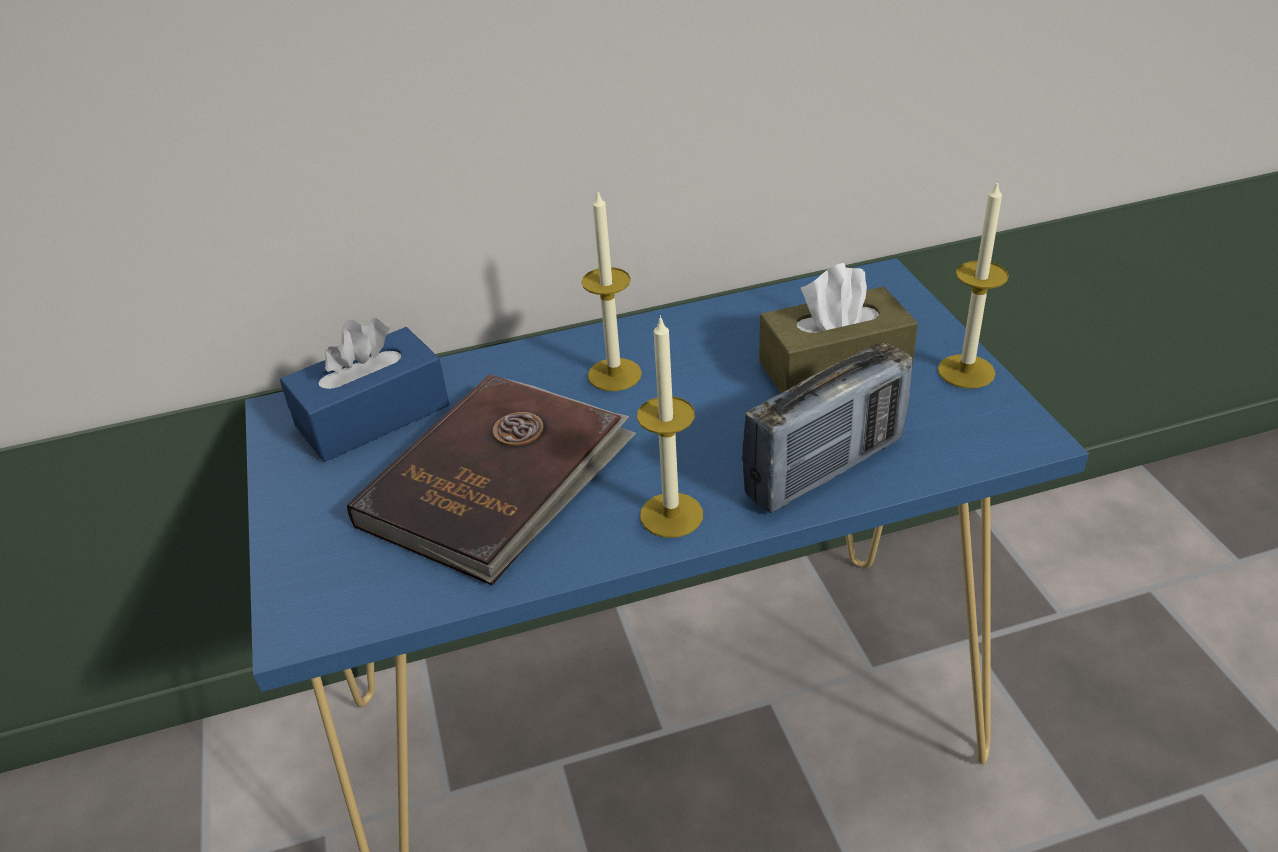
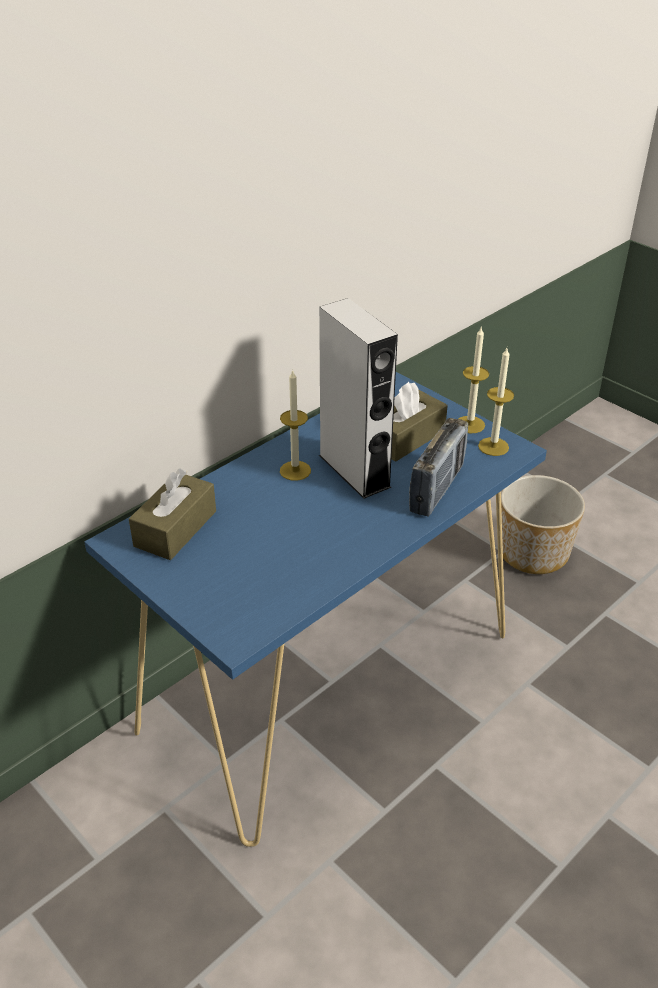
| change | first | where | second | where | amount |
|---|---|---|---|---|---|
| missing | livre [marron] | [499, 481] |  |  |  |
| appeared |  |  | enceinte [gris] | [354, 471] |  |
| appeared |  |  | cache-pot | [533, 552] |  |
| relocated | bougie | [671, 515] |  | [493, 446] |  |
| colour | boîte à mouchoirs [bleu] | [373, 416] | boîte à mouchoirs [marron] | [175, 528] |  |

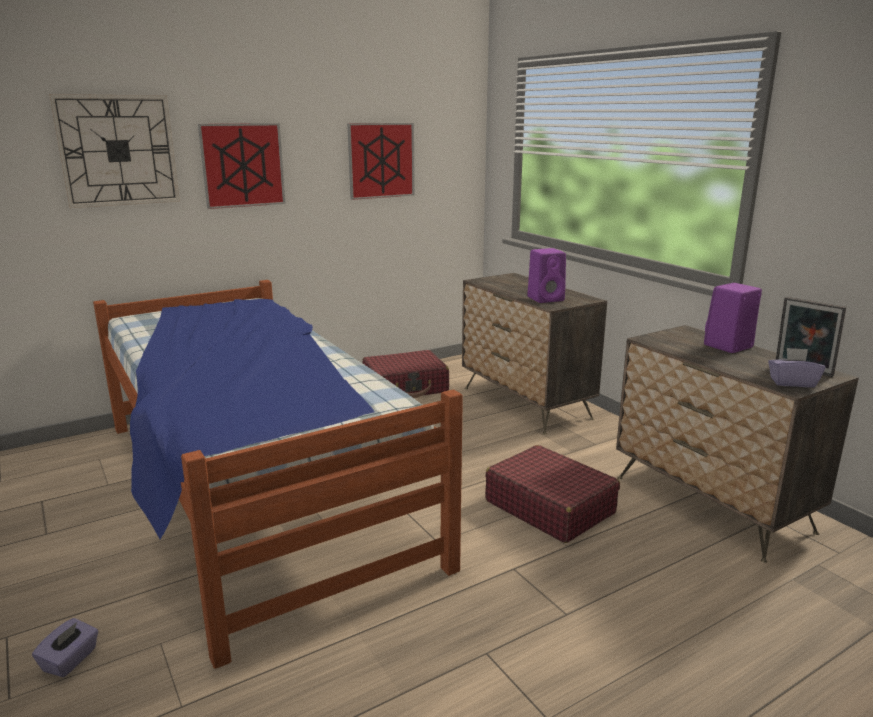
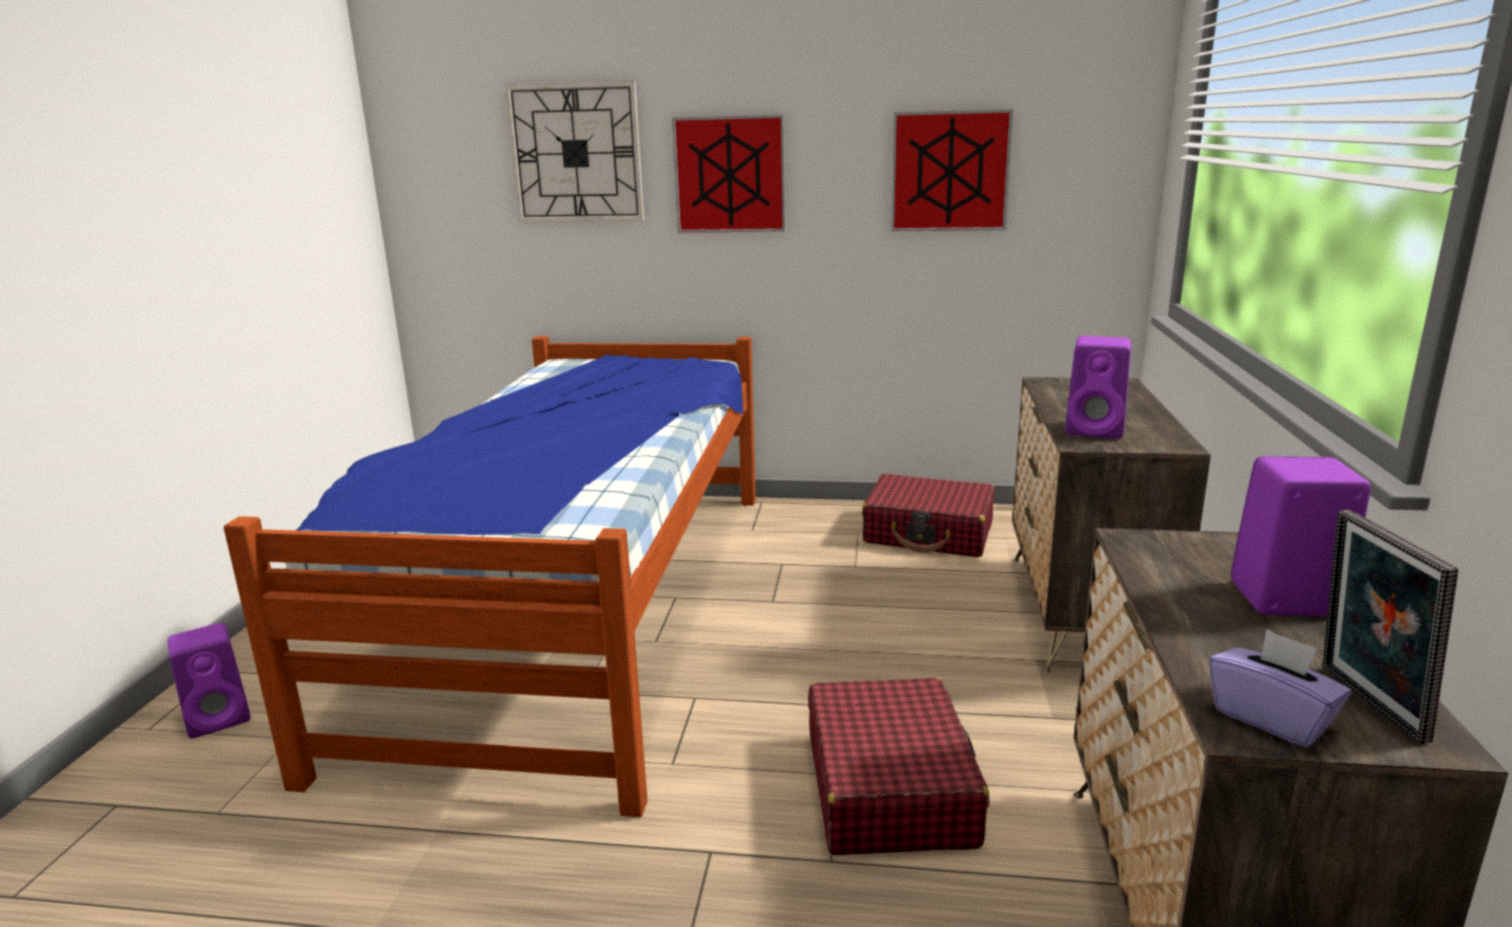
| change | first | where | second | where | amount |
|---|---|---|---|---|---|
| exchanged | boîte à mouchoirs [violet] | [70, 660] | enceinte [violet] | [221, 717] |  |

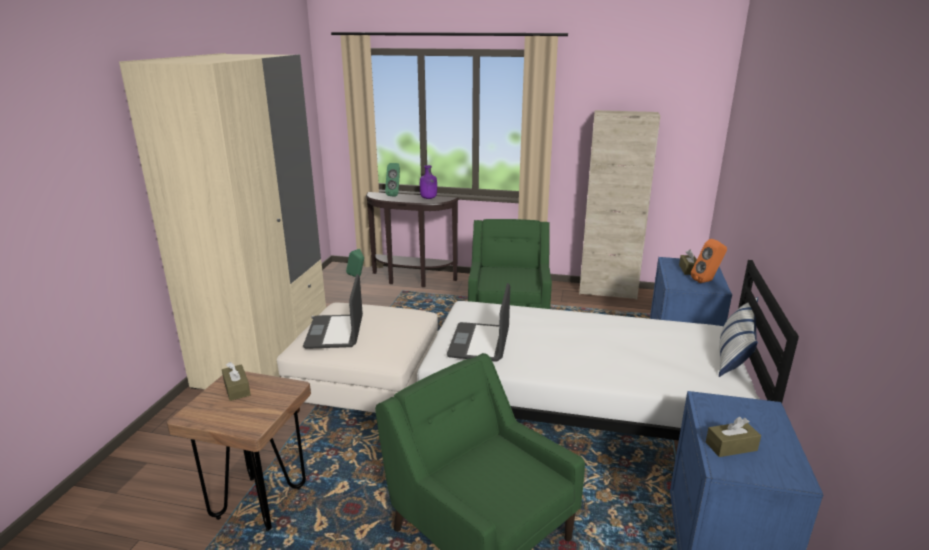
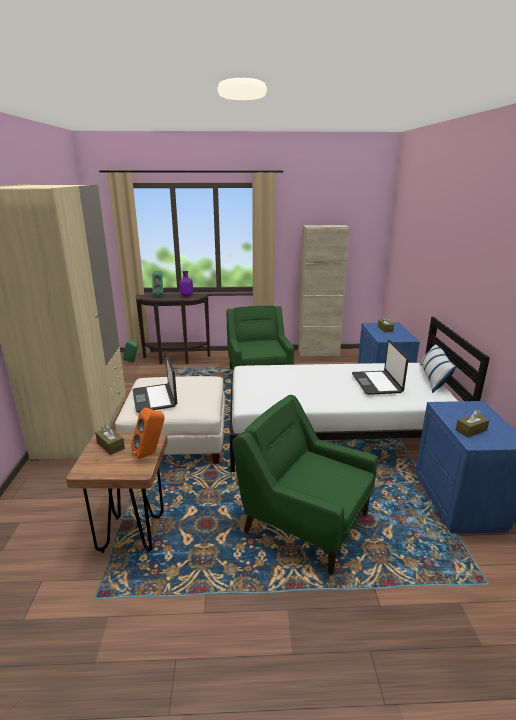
| change | first | where | second | where | amount |
|---|---|---|---|---|---|
| relocated | ordinateur portable | [480, 343] |  | [377, 383] |  |
| relocated | enceinte [orange] | [706, 281] |  | [150, 453] |  |

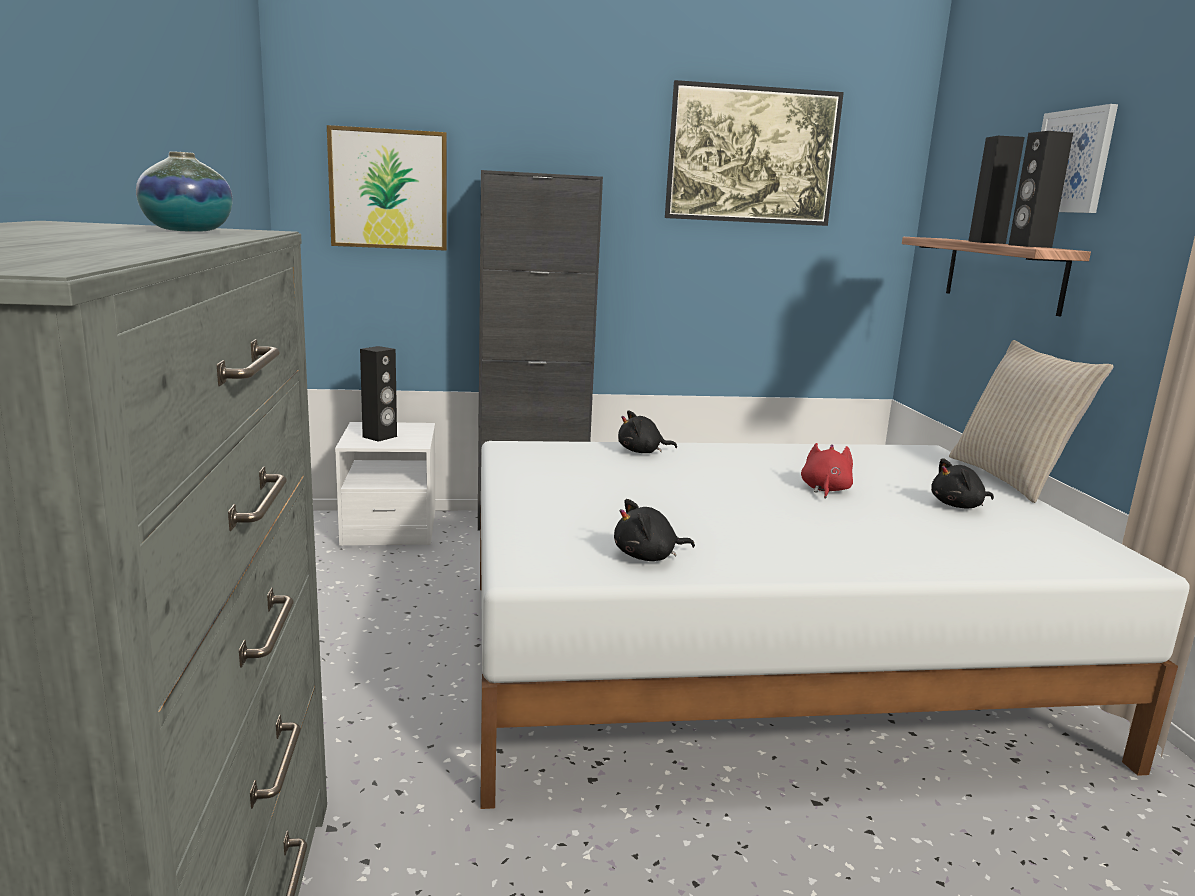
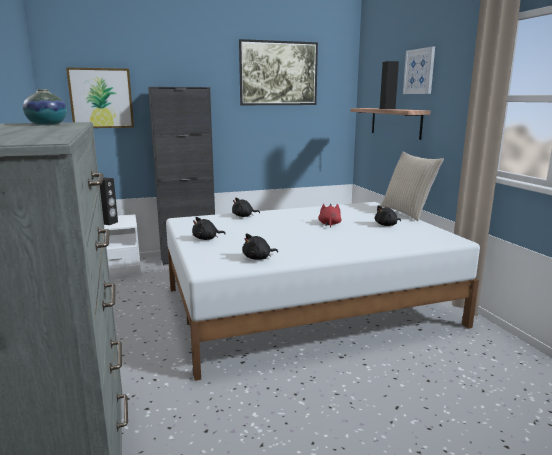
| change | first | where | second | where | amount |
|---|---|---|---|---|---|
| missing | enceinte [noir] | [1029, 246] |  |  |  |
| appeared |  |  | peluche [noir] | [206, 239] |  |

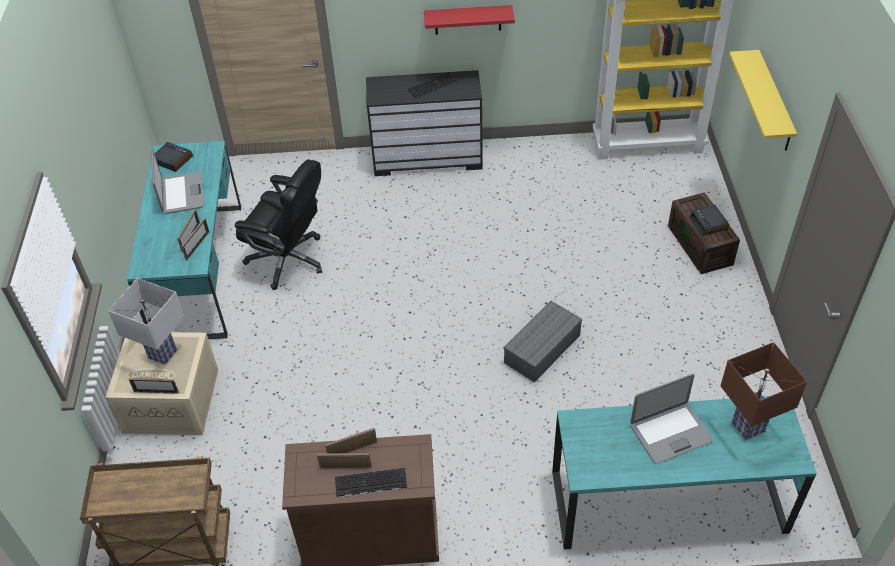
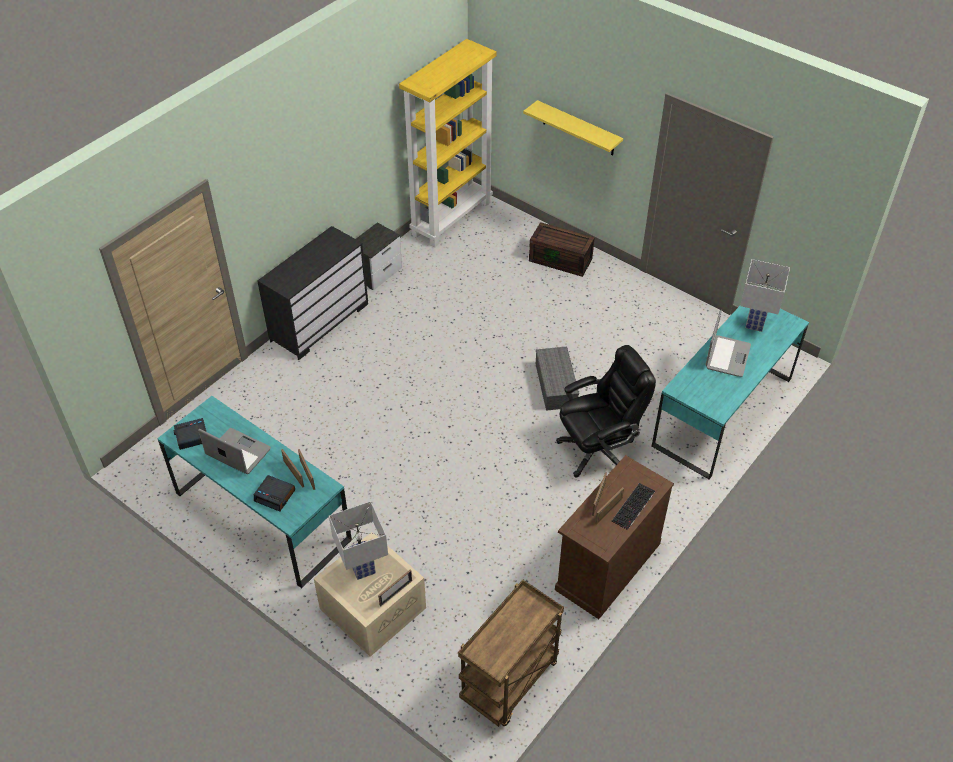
| change | first | where | second | where | amount |
|---|---|---|---|---|---|
| missing | clavier | [432, 85] |  |  |  |
| missing | étagère [rouge] | [468, 19] |  |  |  |
| appeared |  |  | table de chevet | [377, 273] |  |
| relocated | chaise de bureau [noir] | [288, 259] |  | [598, 450] |  |
| relocated | réveil | [709, 224] |  | [275, 495] |  |
| colour | lampe de table [marron] | [747, 426] | lampe de table [blanc] | [754, 324] |  |

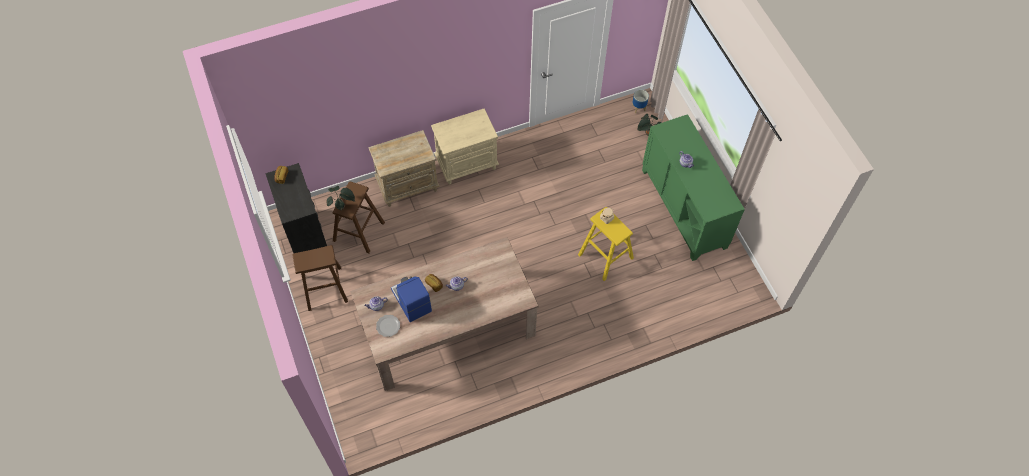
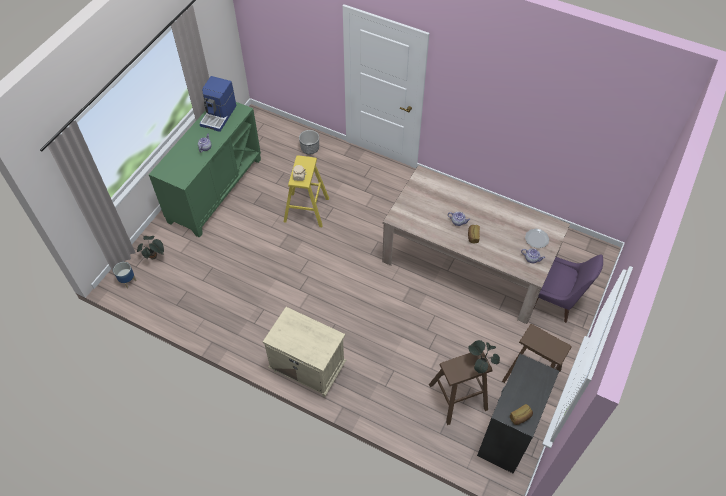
| change | first | where | second | where | amount |
|---|---|---|---|---|---|
| missing | table de chevet [beige] | [408, 185] |  |  |  |
| appeared |  |  | cache-pot | [310, 148] |  |
| appeared |  |  | chaise [violet] | [557, 301] |  |
| relocated | machine à café | [411, 301] |  | [219, 115] |  |

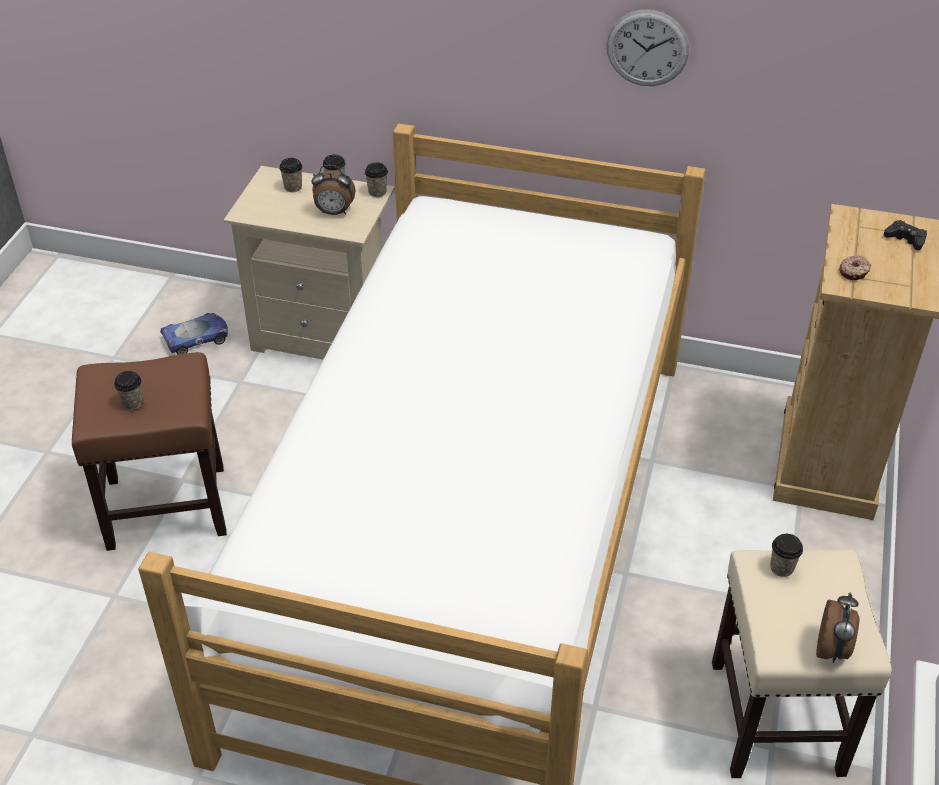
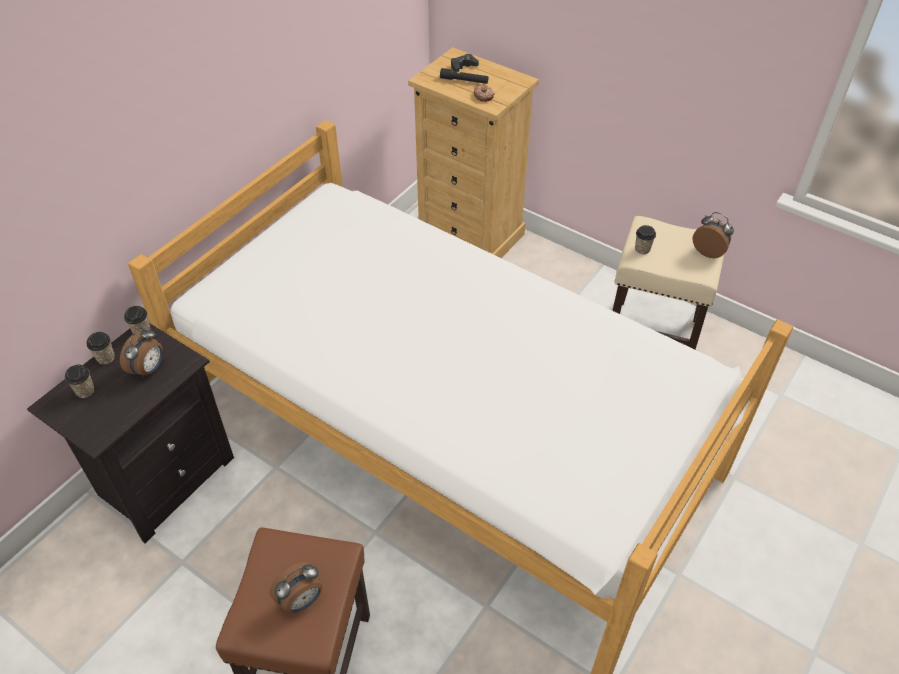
| change | first | where | second | where | amount |
|---|---|---|---|---|---|
| missing | petite voiture | [197, 338] |  |  |  |
| missing | horloge murale | [647, 48] |  |  |  |
| appeared |  |  | lampe de poche [noir] | [464, 80] |  |
| exchanged | tasse | [133, 403] | réveil | [301, 600] |  |
| colour | table de chevet [beige] | [325, 334] | table de chevet [noir] | [163, 478] |  |

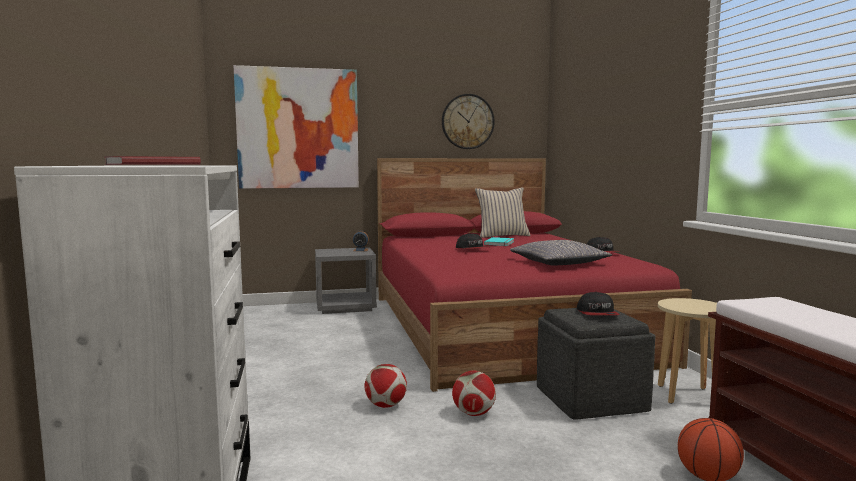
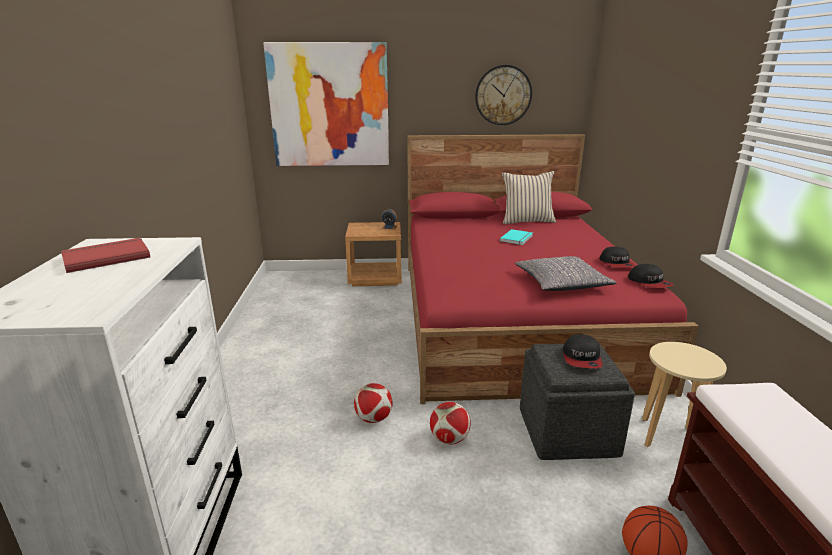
| change | first | where | second | where | amount |
|---|---|---|---|---|---|
| relocated | casquette | [472, 249] |  | [649, 282] |  |
| colour | table de chevet [gris] | [346, 307] | table de chevet [marron] | [375, 278] |  |

